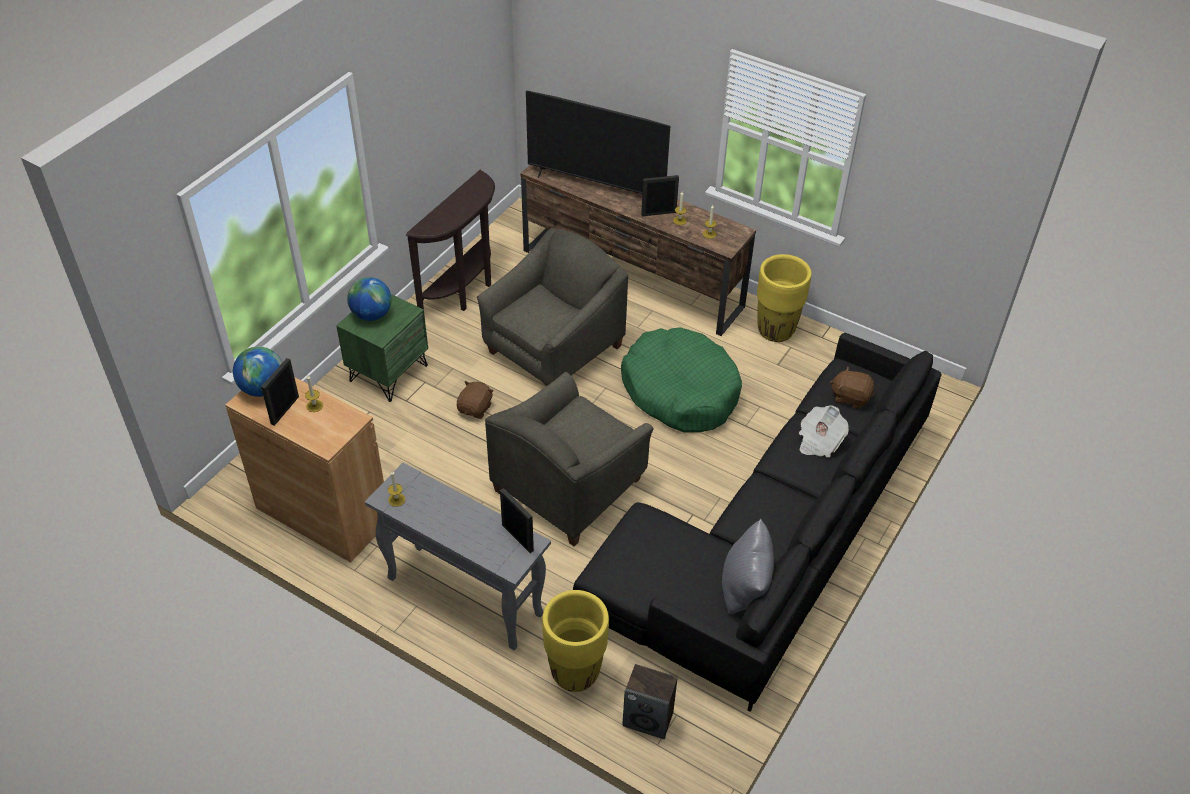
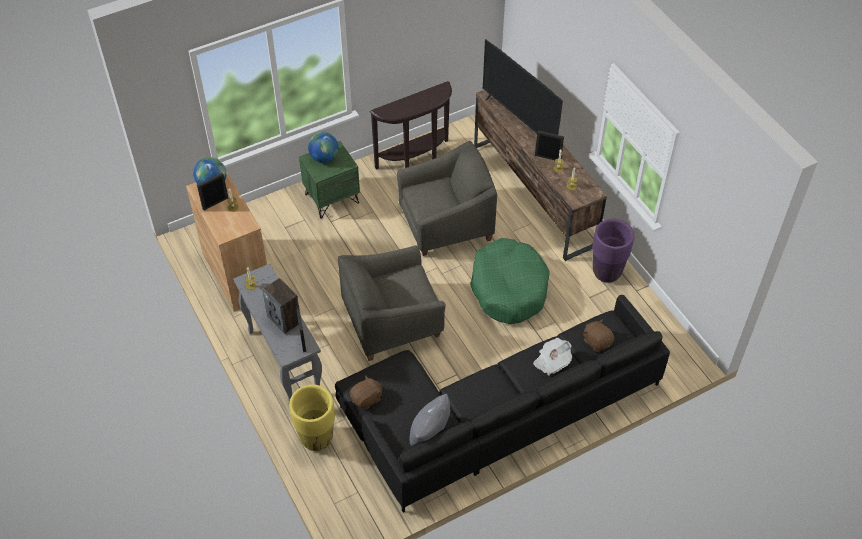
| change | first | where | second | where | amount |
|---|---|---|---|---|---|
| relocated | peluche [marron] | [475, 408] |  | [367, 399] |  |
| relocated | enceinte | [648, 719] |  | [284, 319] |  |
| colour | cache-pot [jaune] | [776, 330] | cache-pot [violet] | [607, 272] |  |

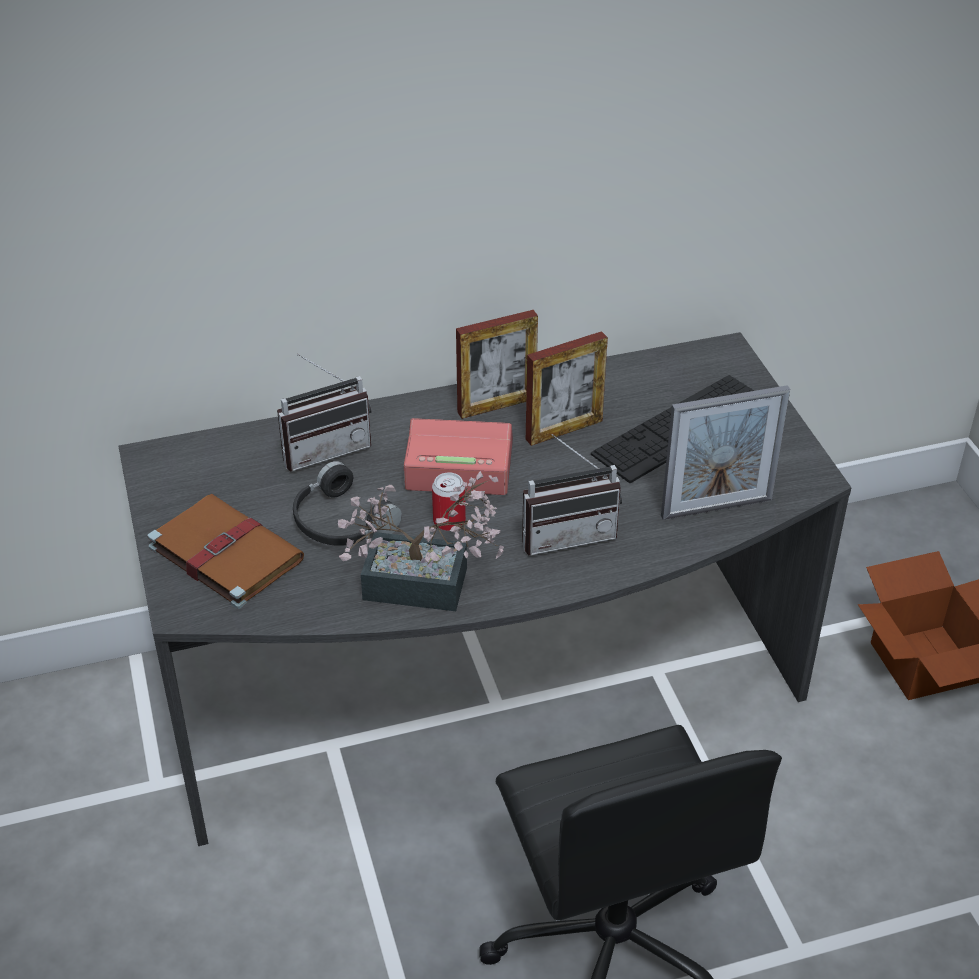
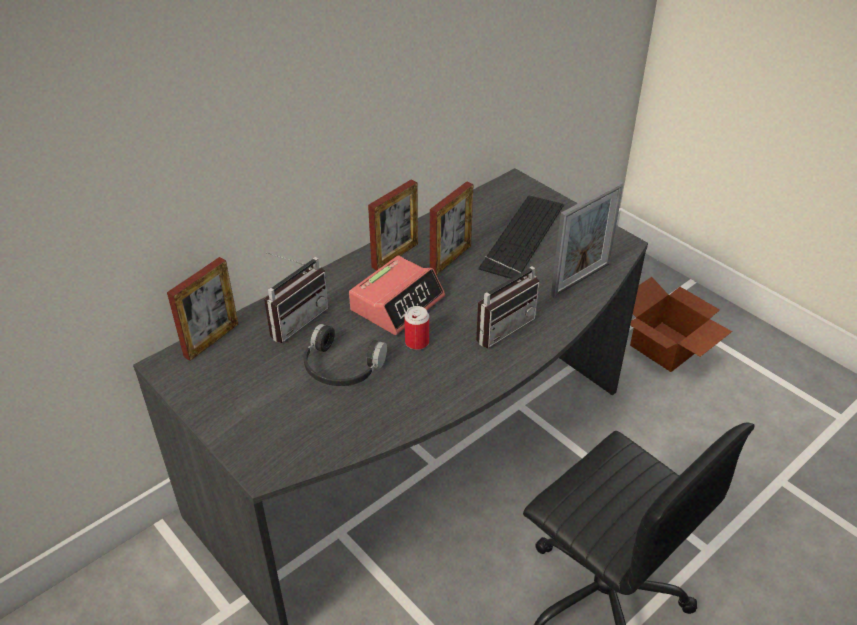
| change | first | where | second | where | amount |
|---|---|---|---|---|---|
| missing | livre [marron] | [223, 552] |  |  |  |
| missing | plante en pot | [428, 586] |  |  |  |
| appeared |  |  | cadre photo | [211, 340] |  |
| spun | réveil | [458, 466] |  | [397, 303] | 150 degrees clockwise |

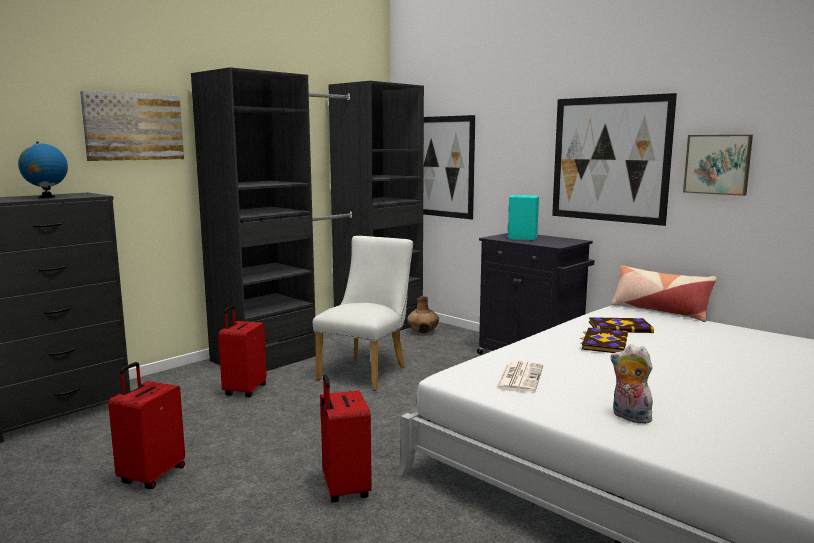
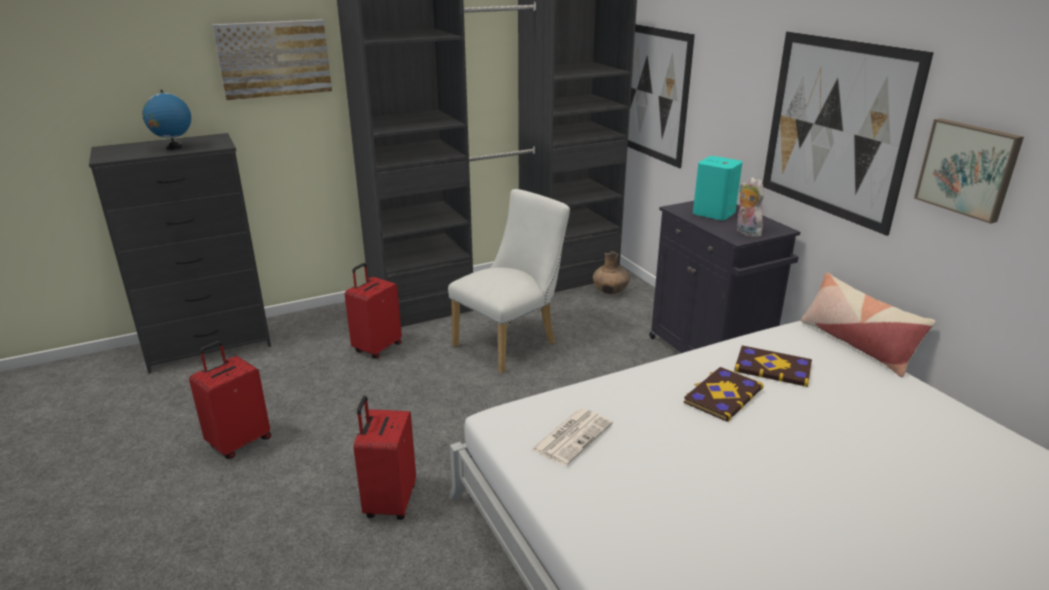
| change | first | where | second | where | amount |
|---|---|---|---|---|---|
| relocated | peluche | [629, 417] |  | [745, 232] |  |

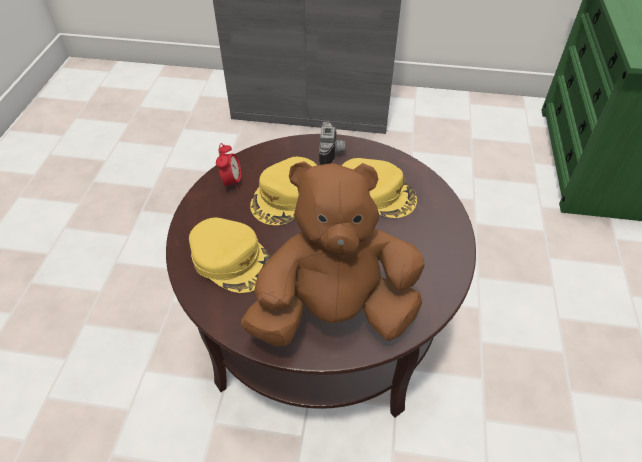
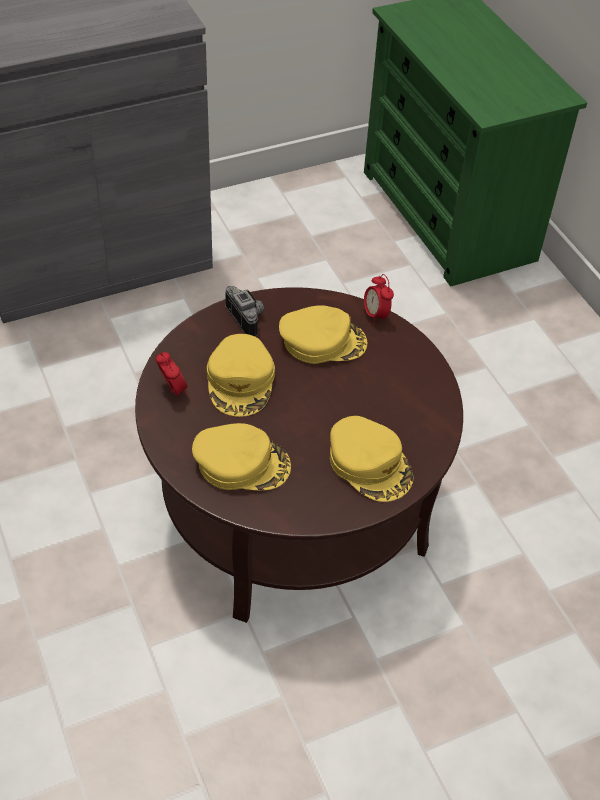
| change | first | where | second | where | amount |
|---|---|---|---|---|---|
| appeared |  |  | réveil | [376, 315] |  |
| exchanged | peluche [marron] | [335, 312] | casquette [jaune] | [370, 464] |  |

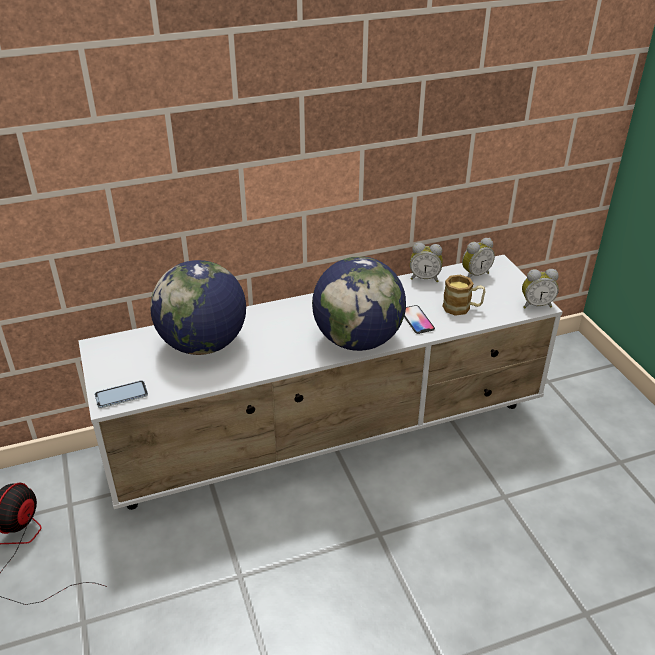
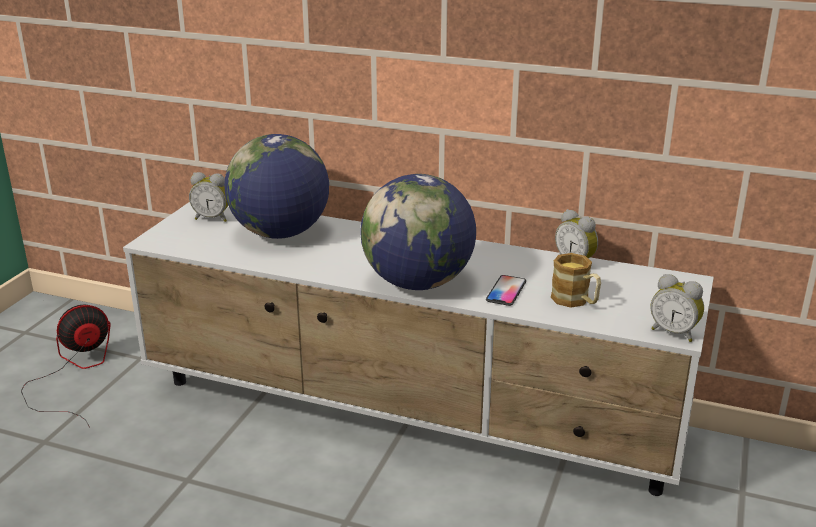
| change | first | where | second | where | amount |
|---|---|---|---|---|---|
| missing | téléphone | [121, 395] |  |  |  |
| relocated | réveil | [474, 274] |  | [213, 218] |  |

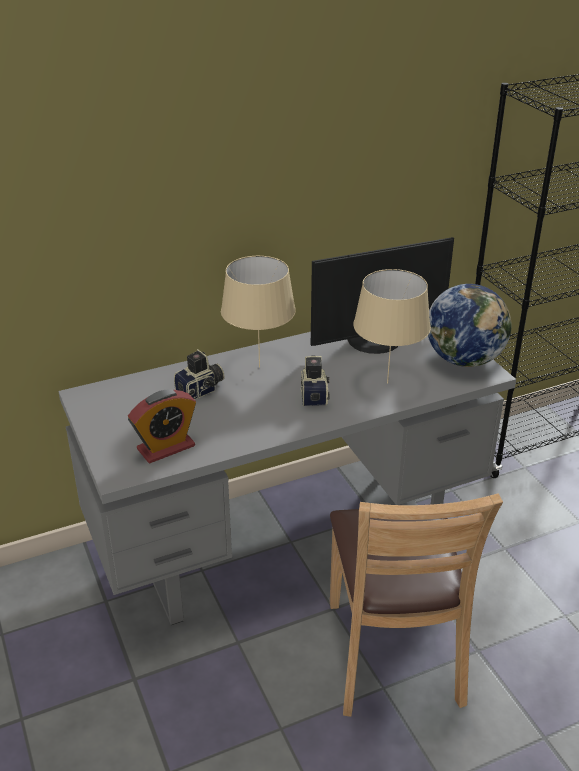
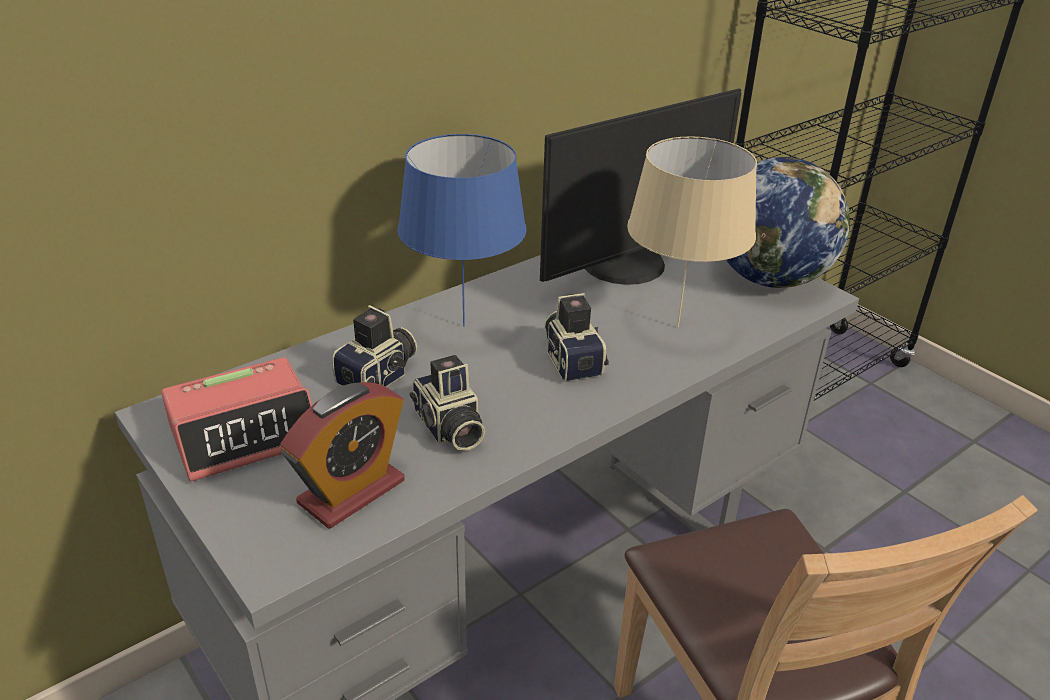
| change | first | where | second | where | amount |
|---|---|---|---|---|---|
| appeared |  |  | réveil | [245, 432] |  |
| appeared |  |  | appareil photo | [448, 428] |  |
| colour | lampe de table [beige] | [260, 367] | lampe de table [bleu] | [465, 326] |  |

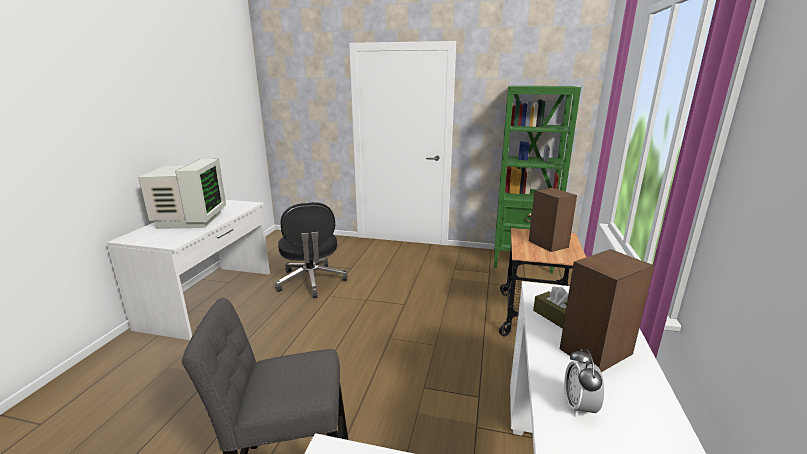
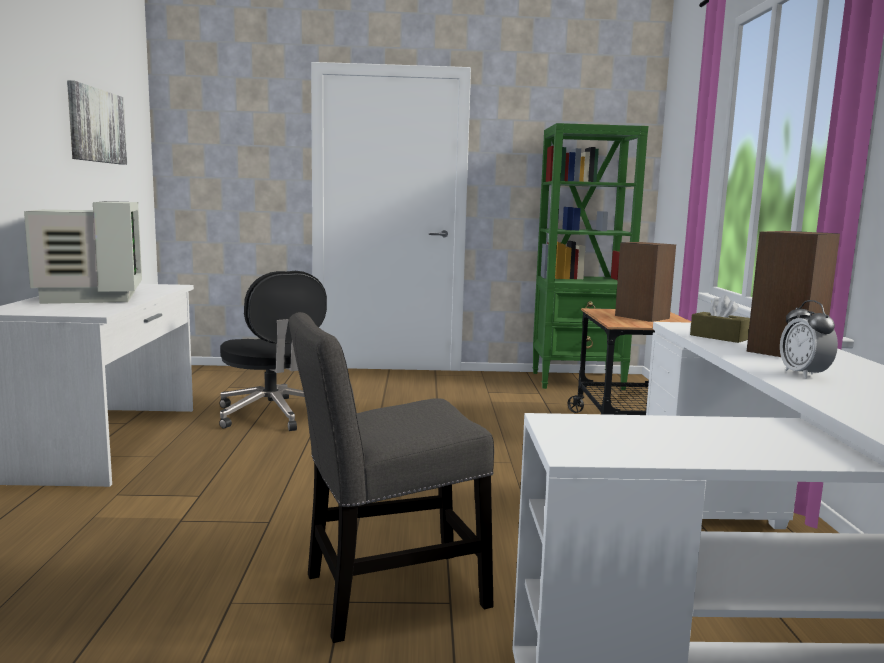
| change | first | where | second | where | amount |
|---|---|---|---|---|---|
| appeared |  |  | tableau | [96, 125] |  |

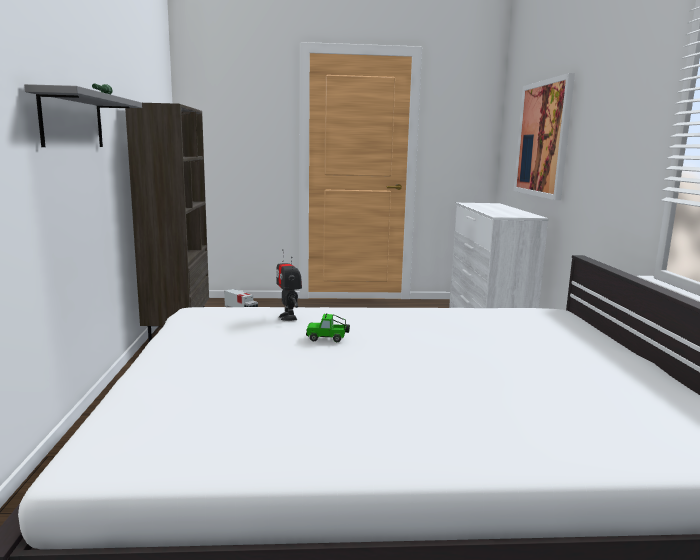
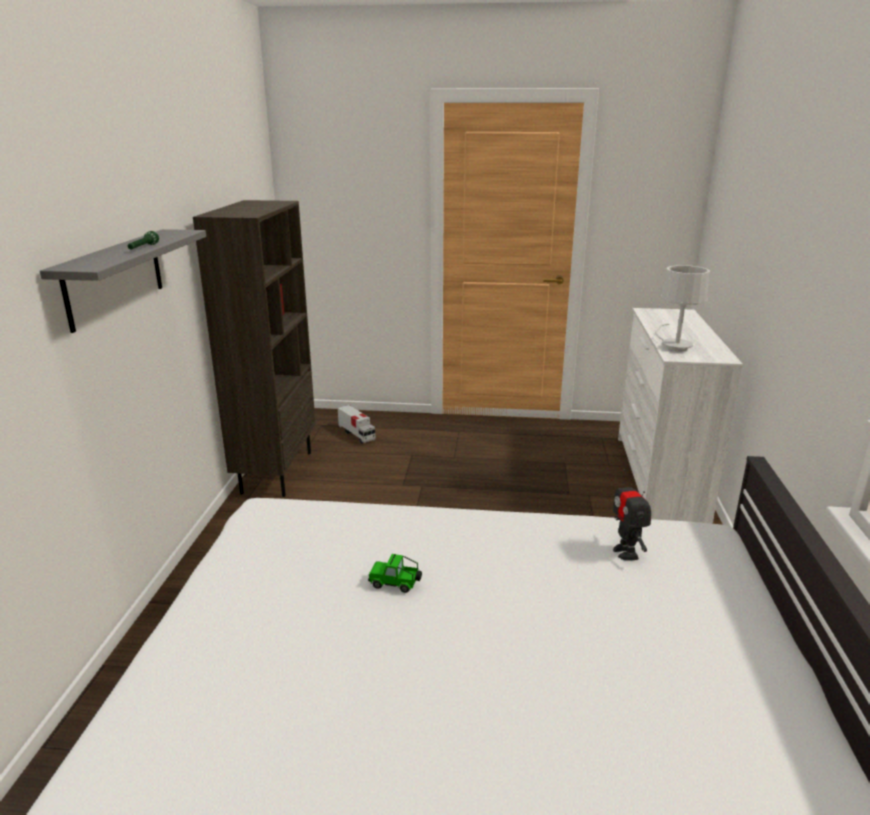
| change | first | where | second | where | amount |
|---|---|---|---|---|---|
| missing | tableau | [543, 139] |  |  |  |
| appeared |  |  | lampe de table [blanc] | [673, 345] |  |
| relocated | robot jouet | [288, 317] |  | [626, 552] |  |

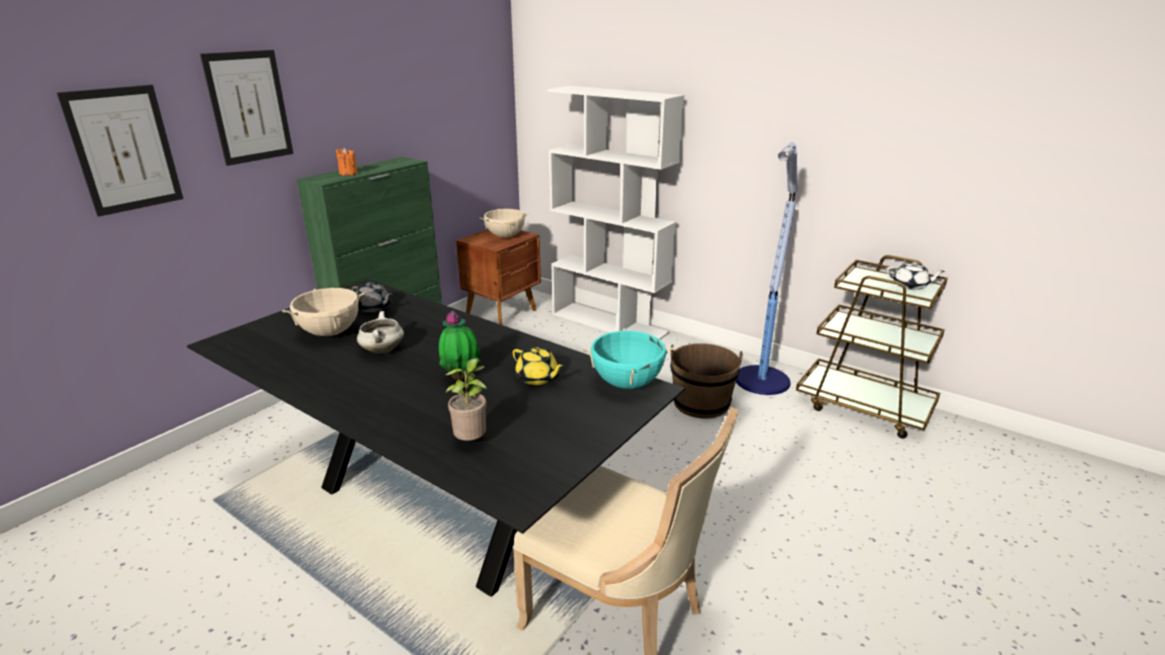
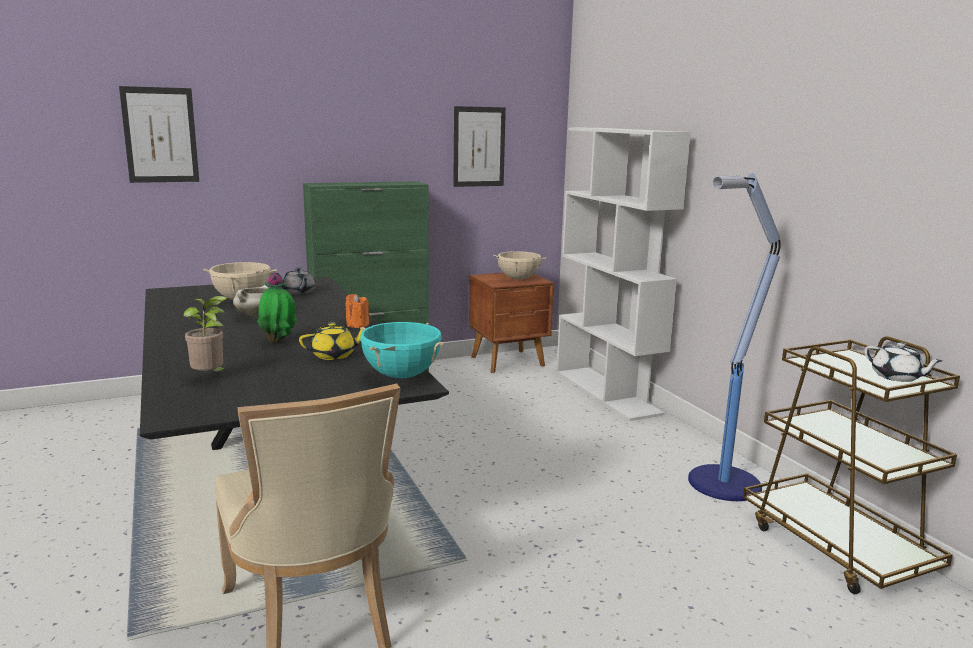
| change | first | where | second | where | amount |
|---|---|---|---|---|---|
| missing | seau [marron] | [701, 403] |  |  |  |
| relocated | tableau | [249, 107] |  | [479, 147] |  |
| relocated | bougie [orange] | [348, 173] |  | [357, 325] |  |
| spun | théière [jaune] | [537, 378] |  | [334, 355] | 90 degrees counterclockwise |

